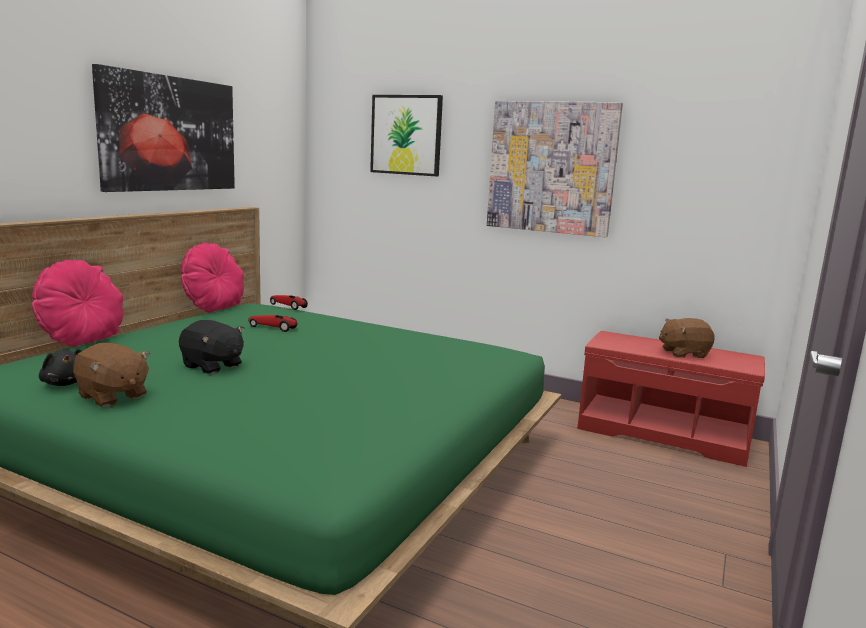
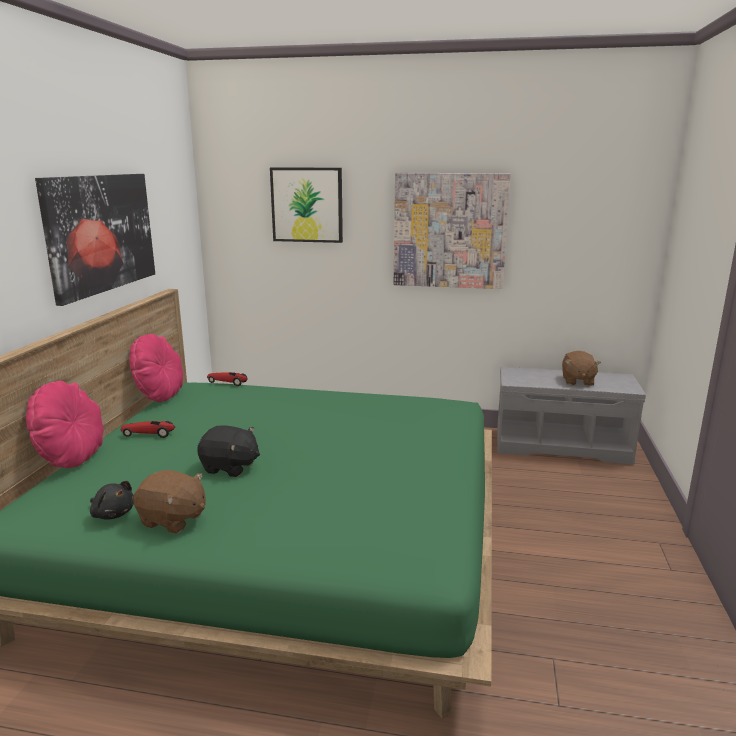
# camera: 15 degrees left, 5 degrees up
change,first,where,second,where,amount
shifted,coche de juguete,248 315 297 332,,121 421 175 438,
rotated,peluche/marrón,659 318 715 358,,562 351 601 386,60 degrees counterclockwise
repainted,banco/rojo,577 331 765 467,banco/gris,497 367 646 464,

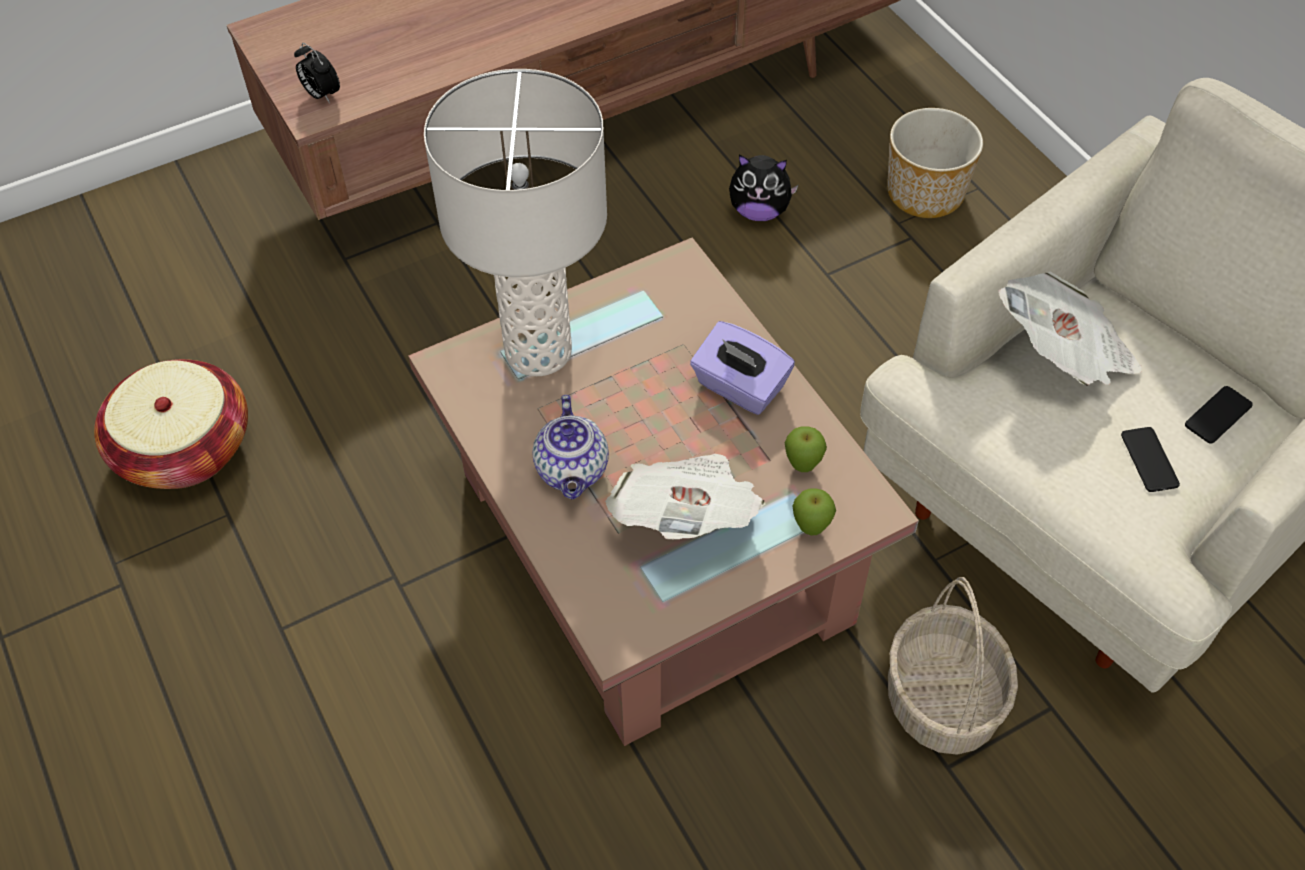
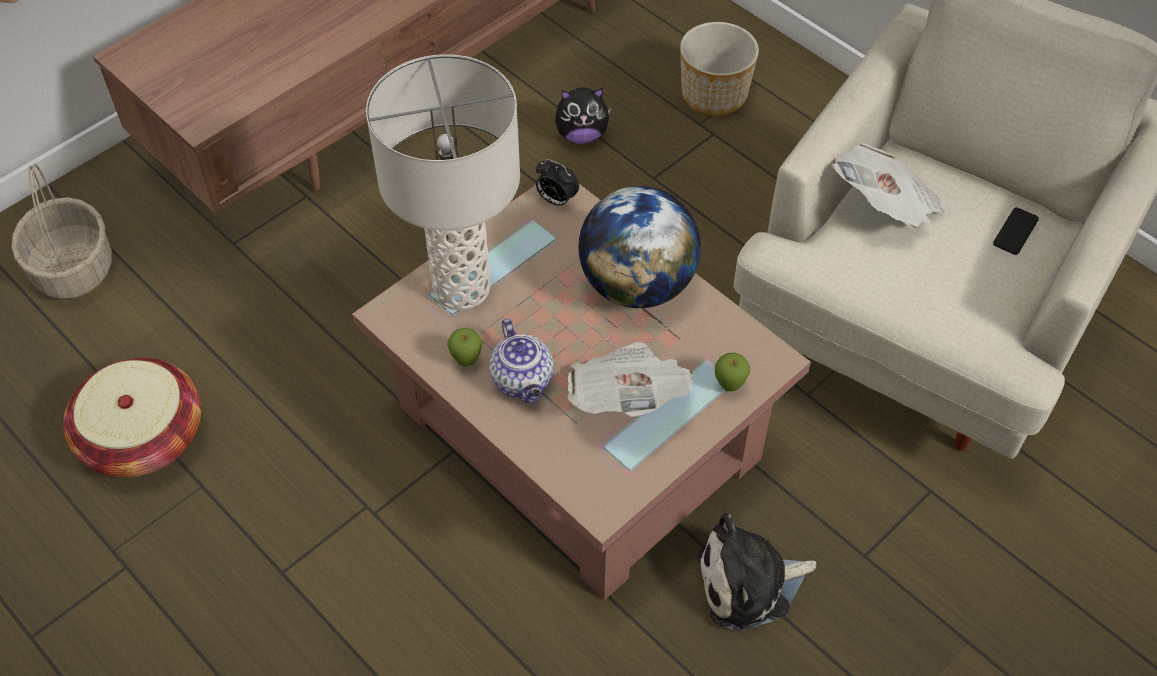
# camera: 15 degrees left, 0 degrees up
change,first,where,second,where,amount
shifted,despertador,294 43 340 103,,536 159 579 207,
swapped,caja de pañuelos/morado,690 321 795 415,globo terráqueo,578 186 701 308,
shifted,manzana,785 426 827 472,,447 328 482 367,
gone,móvil,1121 427 1180 492,,,
shifted,cesta,888 577 1018 755,,12 164 112 299,
new,,,peluche,697 513 817 631,

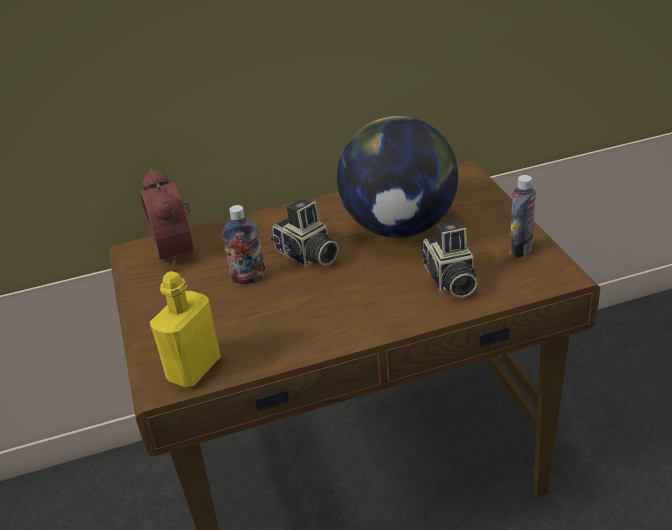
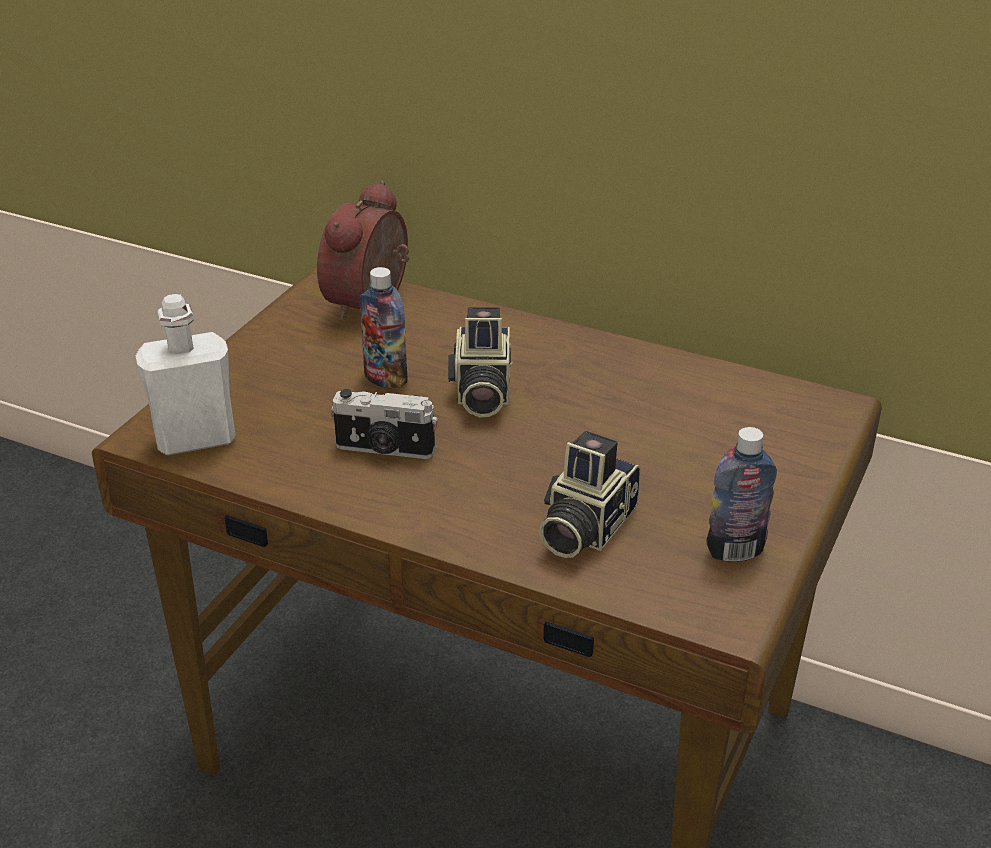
# camera: 40 degrees right, 0 degrees up
change,first,where,second,where,amount
gone,globo terráqueo,337 116 458 238,,,
repainted,botella/amarillo,150 271 221 387,botella/blanco,136 294 235 455,
new,,,cámara,331 389 438 459,

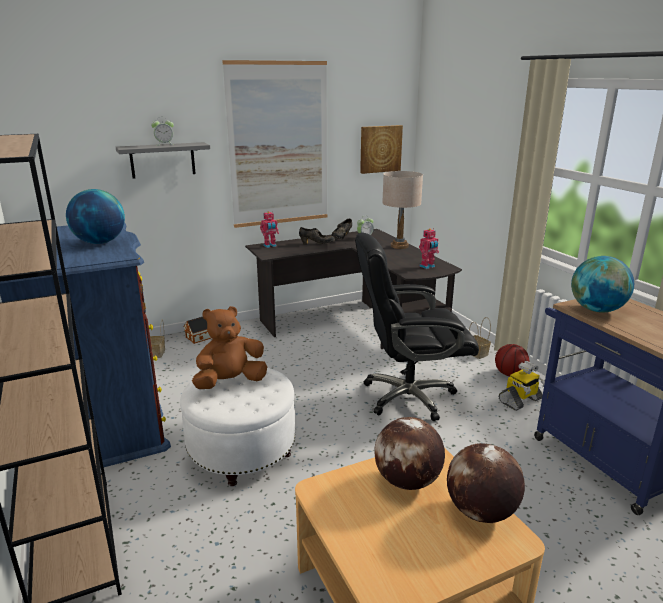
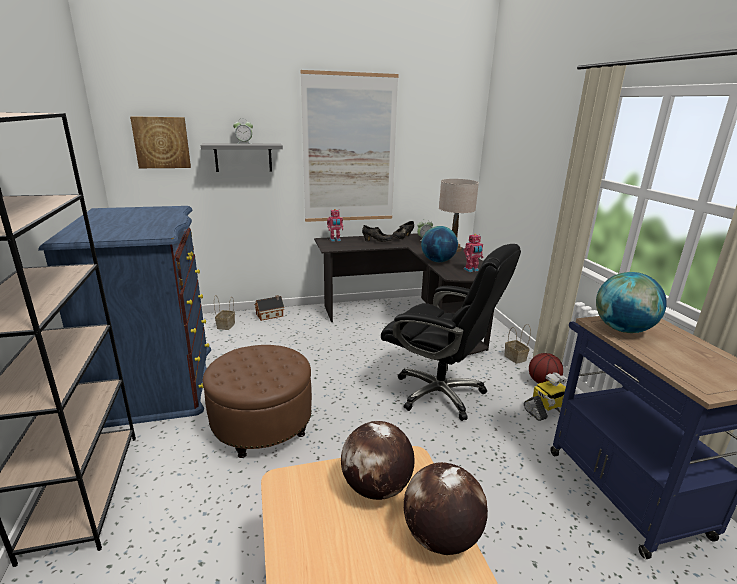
# camera: 10 degrees right, 0 degrees up
change,first,where,second,where,amount
shifted,cuadro,360 125 403 174,,130 116 191 168,
shifted,globo terráqueo,66 189 125 244,,421 226 458 262,
rotated,silla de oficina/negro,355 232 479 421,,381 244 521 421,150 degrees counterclockwise
gone,peluche/marrón,192 306 267 389,,,
repainted,puf/blanco,180 367 295 486,puf/marrón,203 345 312 458,

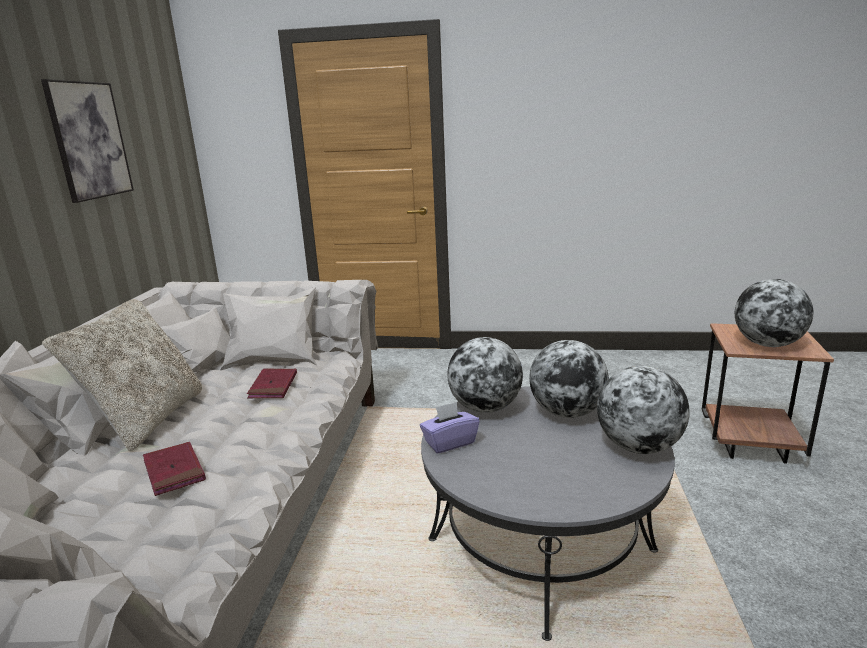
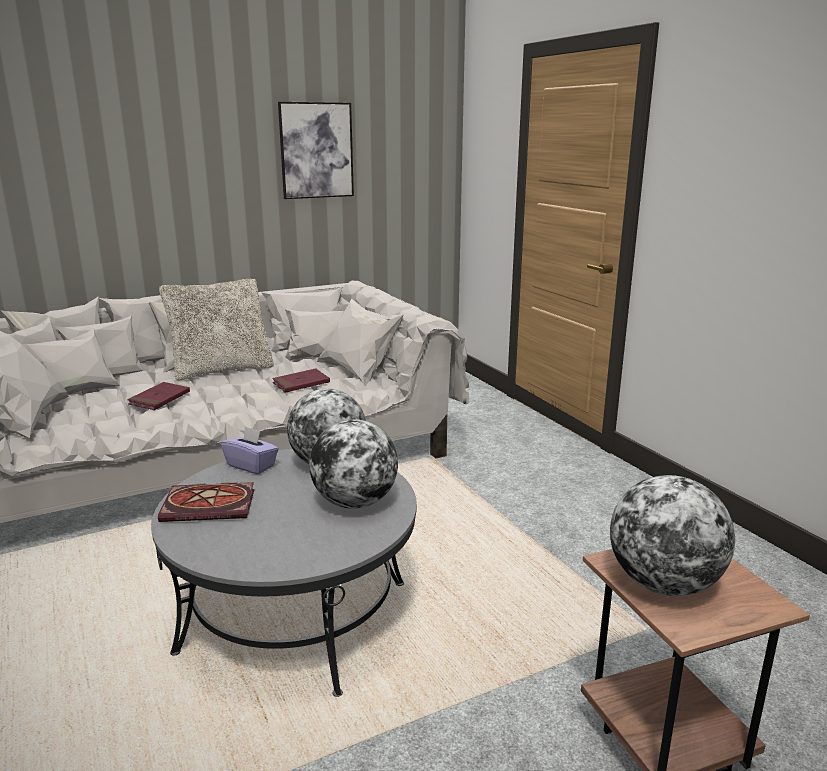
# camera: 55 degrees right, 0 degrees up
change,first,where,second,where,amount
gone,globo terráqueo,597 366 689 454,,,
new,,,libro,158 482 254 522,

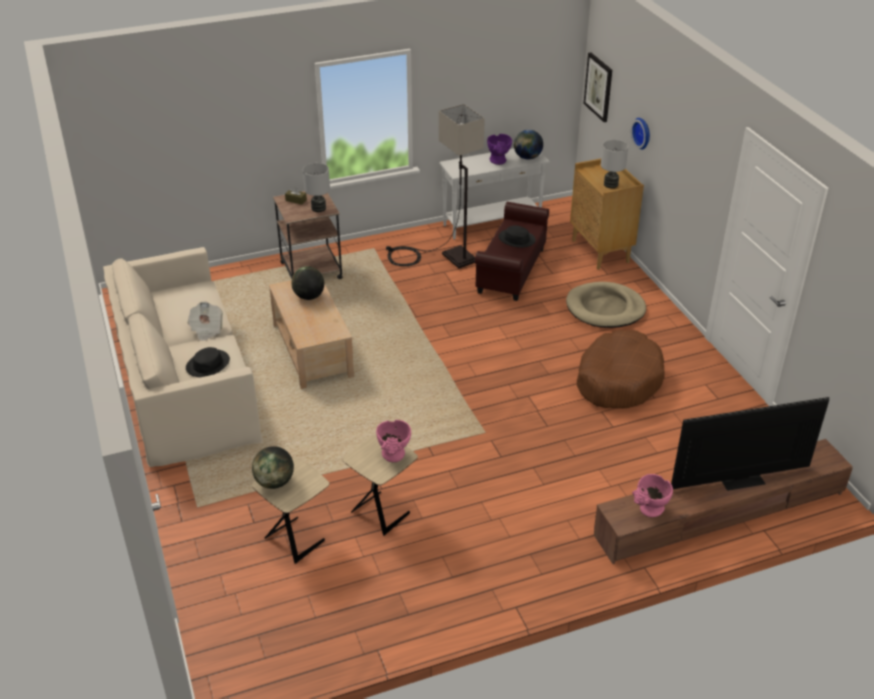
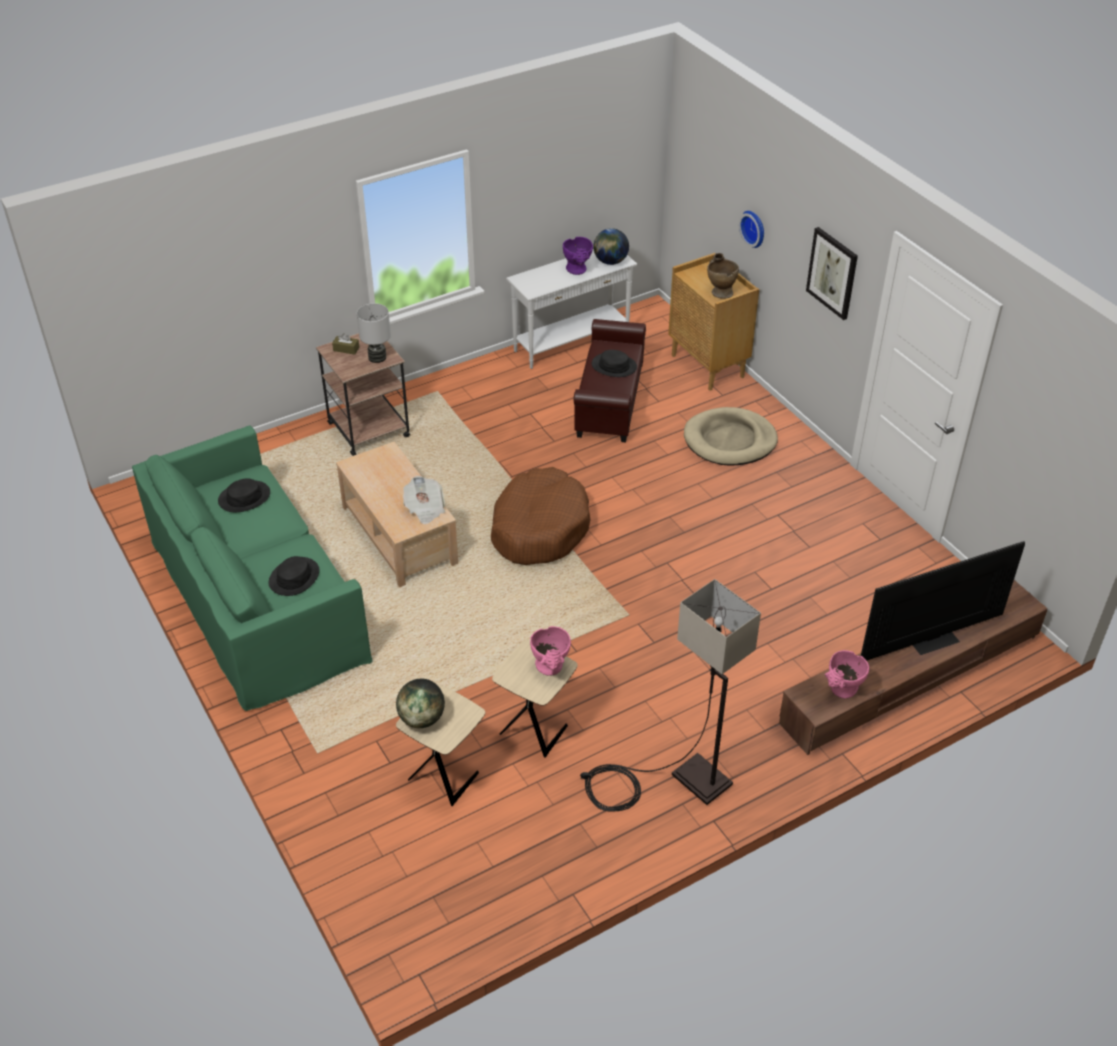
# camera: 10 degrees left, 5 degrees up
change,first,where,second,where,amount
shifted,cuadro,584 53 612 122,,806 227 858 320,
shifted,lámpara de pie,386 104 485 268,,580 579 761 812,
swapped,lámpara de mesa/gris,601 140 628 188,florero/beis,707 253 739 299,
repainted,sofá/beis,103 247 263 467,sofá/verde,132 426 372 711,
gone,globo terráqueo,291 266 324 300,,,
shifted,periódico,187 301 223 341,,403 476 445 524,
shifted,cama para perro/marrón,577 330 665 408,,491 467 591 565,
new,,,sombrero/negro,218 478 270 512,

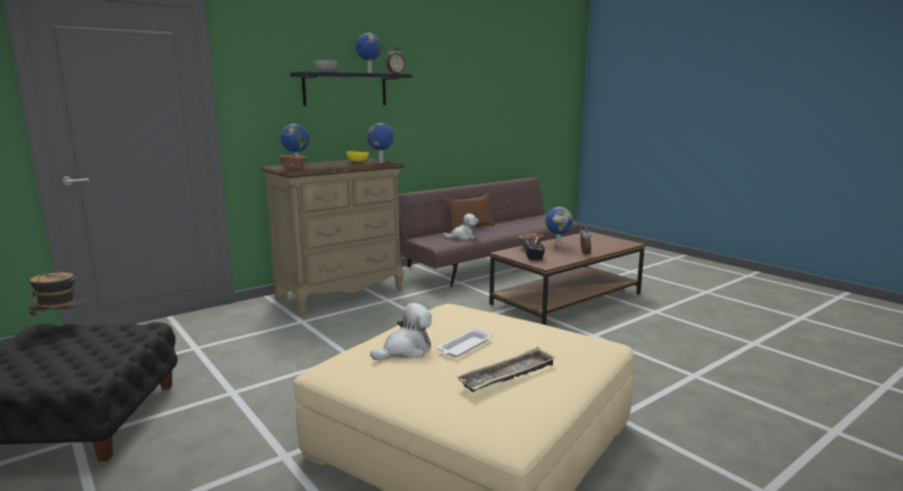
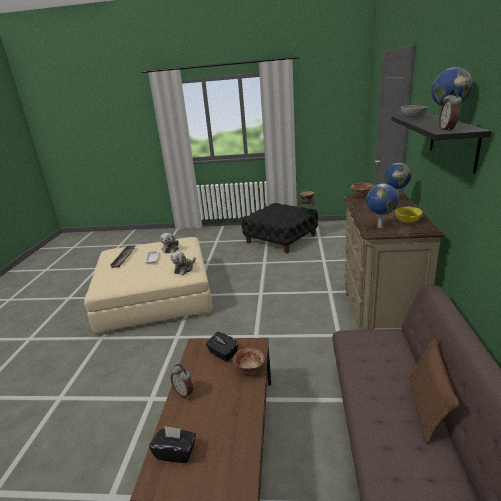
# camera: 135 degrees right, 10 degrees up
change,first,where,second,where,amount
gone,globo terráqueo,545 207 573 247,,,
shifted,peluche,443 213 479 240,,171 251 196 275,
new,,,caja de pañuelos/negro,149 426 196 463,

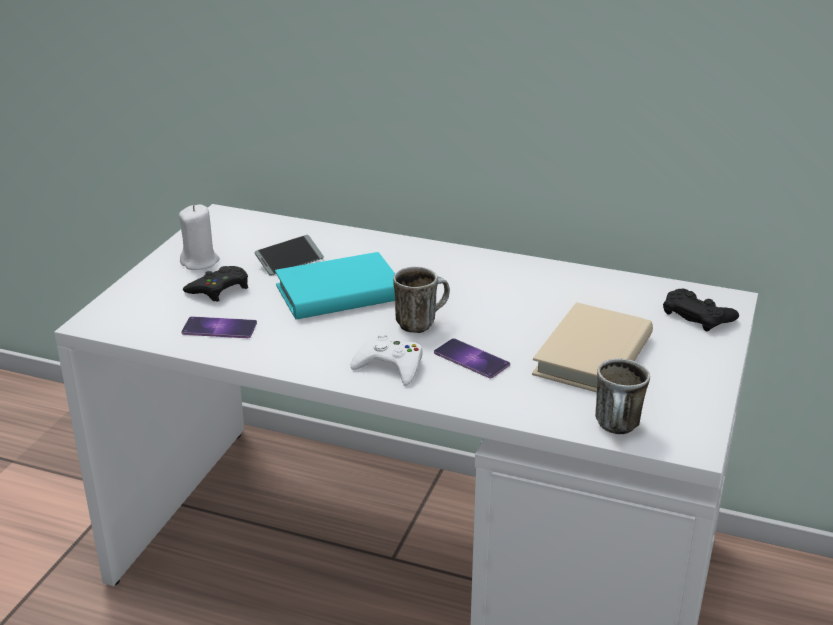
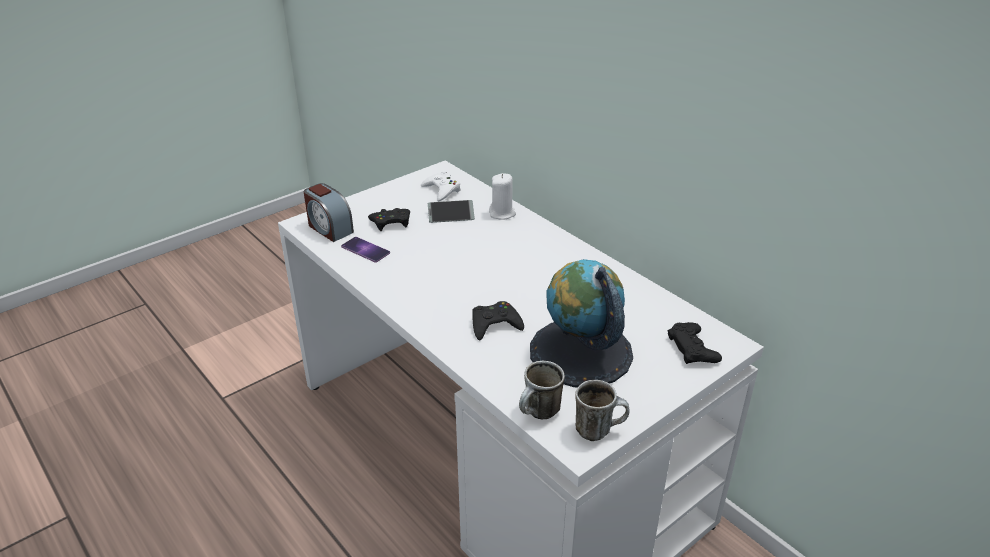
# camera: 30 degrees right, 5 degrees up
change,first,where,second,where,amount
shifted,vela/blanco,179 204 220 270,,489 173 516 220,
gone,libro/turquesa,275 252 395 319,,,
shifted,taza grande,393 267 450 333,,575 380 630 441,
swapped,libro/beis,532 302 653 392,globo terráqueo,530 259 633 387,
shifted,mando de consola/blanco,351 333 423 386,,421 171 461 201,
swapped,móvil,434 338 510 378,mando de consola/negro,472 301 524 340,
new,,,despertador,304 183 354 242,

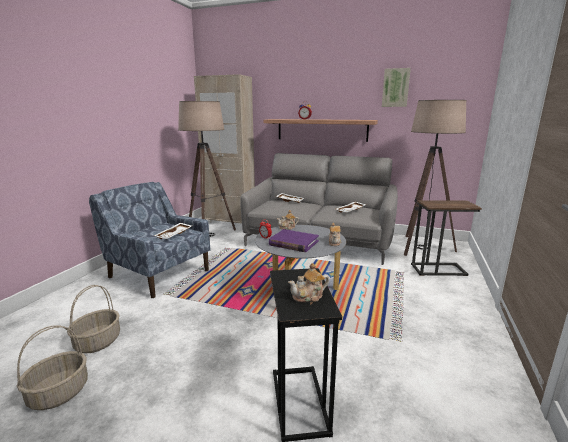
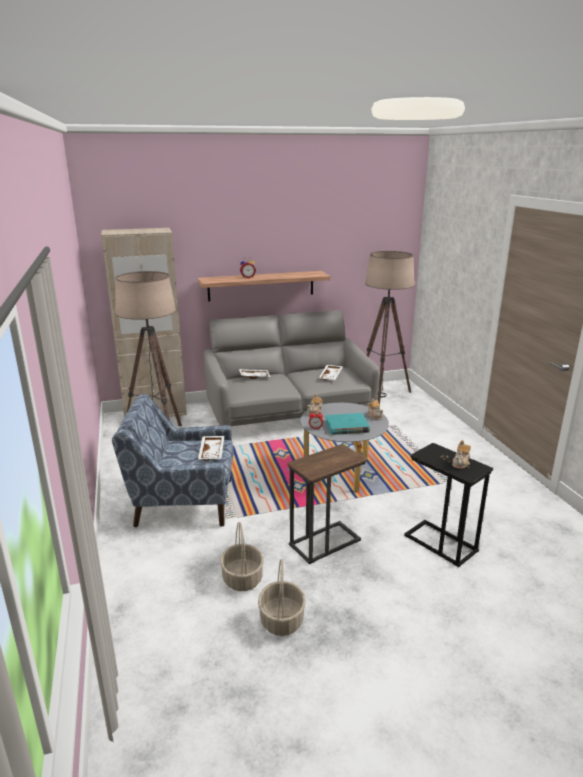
# camera: 35 degrees left, 5 degrees up
change,first,where,second,where,amount
gone,cuadro,382 68 411 107,,,
shifted,mesa auxiliar/marrón,411 200 482 276,,288 444 367 564,
repainted,libro/morado,269 229 319 252,libro/turquesa,325 413 370 435,

